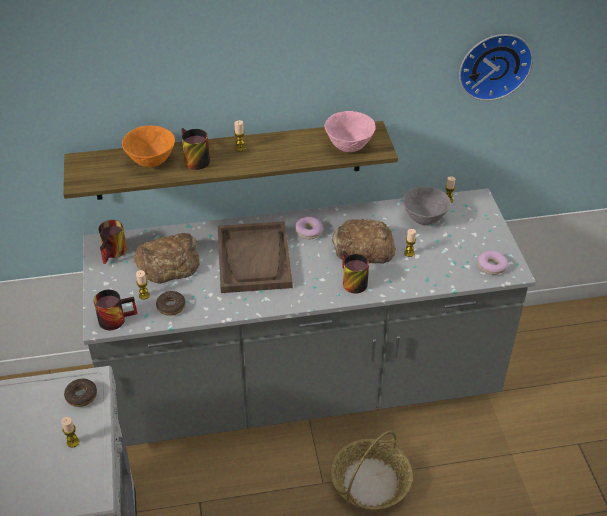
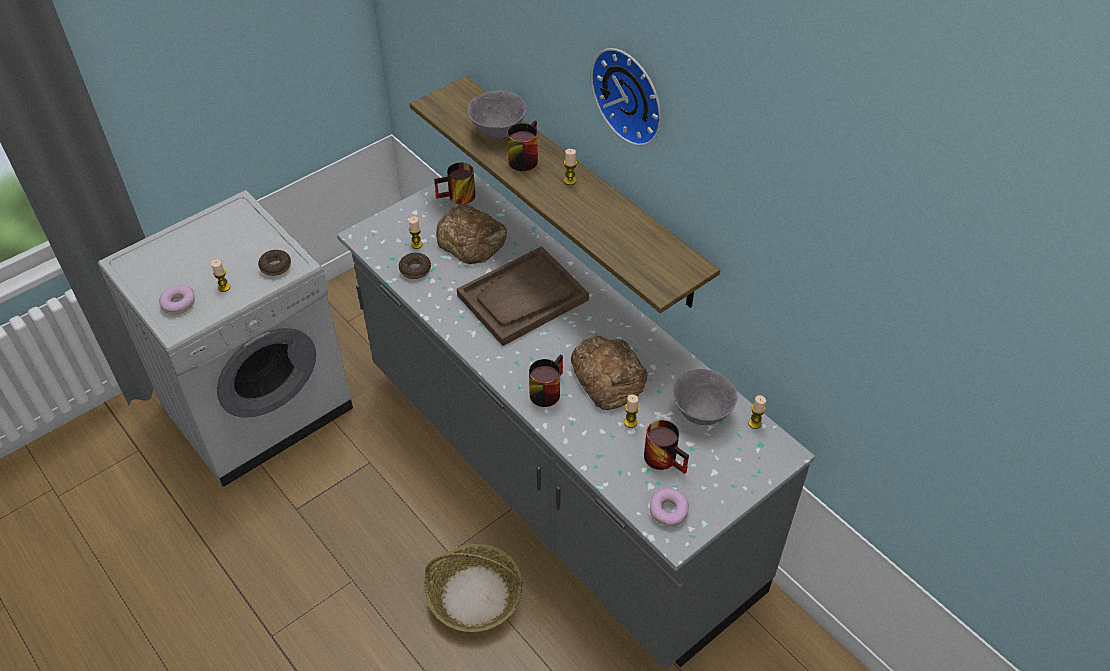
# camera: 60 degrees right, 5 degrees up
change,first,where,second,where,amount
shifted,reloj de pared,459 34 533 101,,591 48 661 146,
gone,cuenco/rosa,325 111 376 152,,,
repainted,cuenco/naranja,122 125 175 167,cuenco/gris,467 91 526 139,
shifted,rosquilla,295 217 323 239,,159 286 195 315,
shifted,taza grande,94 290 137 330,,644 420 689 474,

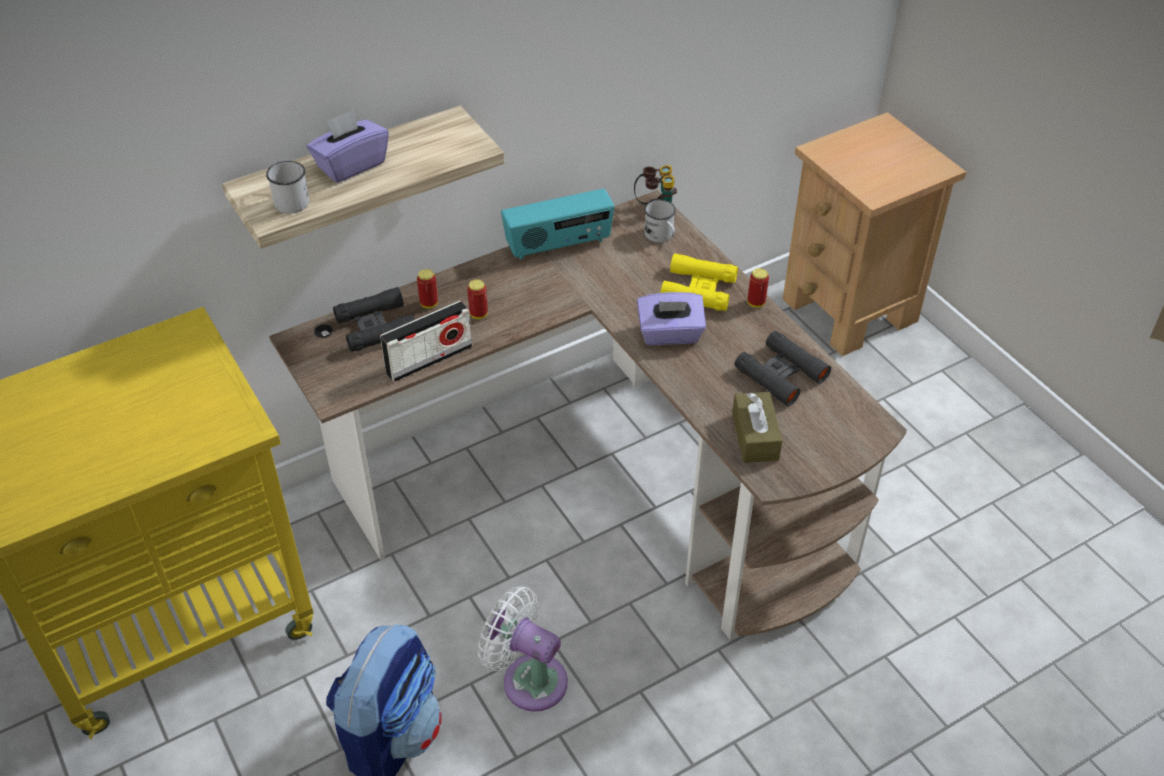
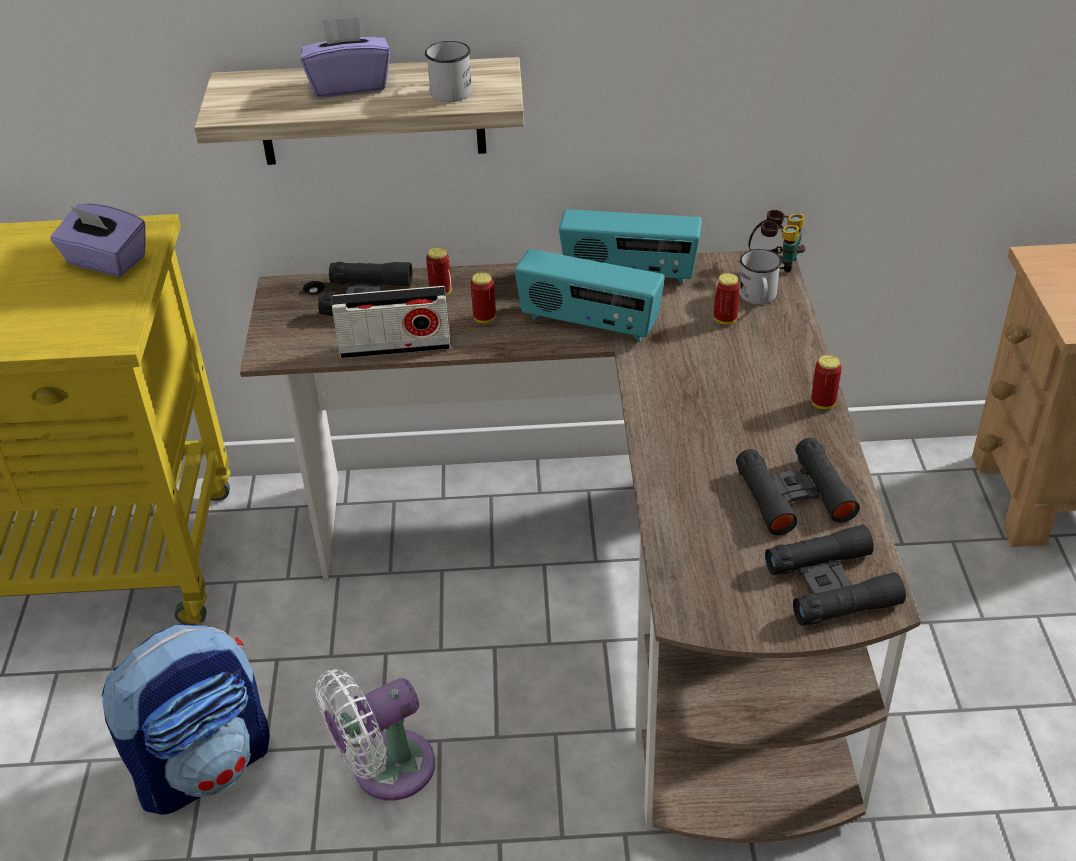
# camera: 30 degrees right, 5 degrees down
change,first,where,second,where,amount
shifted,taza grande/blanco,266 161 309 213,,425 41 472 102,
gone,prismáticos/amarillo,660 253 738 311,,,
shifted,caja de pañuelos/morado,637 292 706 345,,50 203 146 276,
gone,caja de pañuelos/marrón,732 392 782 463,,,
rotated,ventilador/blanco,478 586 568 711,,315 669 435 801,90 degrees counterclockwise
new,,,radio,515 249 665 341,
new,,,lata,714 273 740 325,
new,,,prismáticos/negro,765 524 906 626,

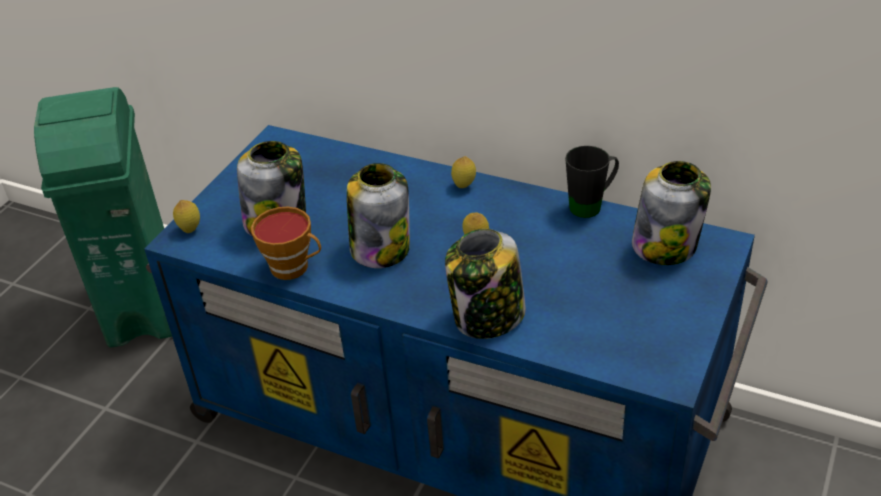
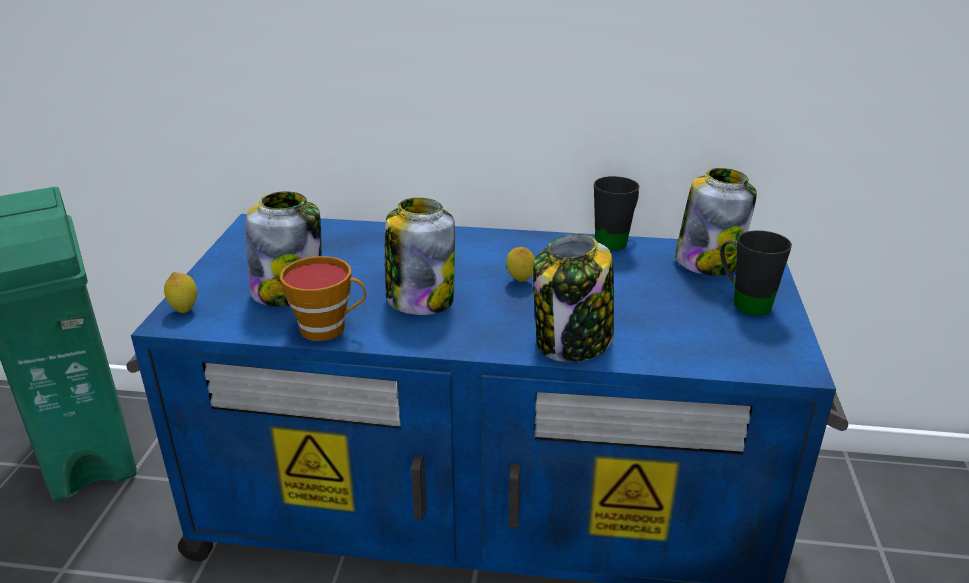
# camera: 20 degrees left, 10 degrees down
change,first,where,second,where,amount
gone,limón,451 156 476 188,,,
new,,,taza grande/negro,720 230 792 315,

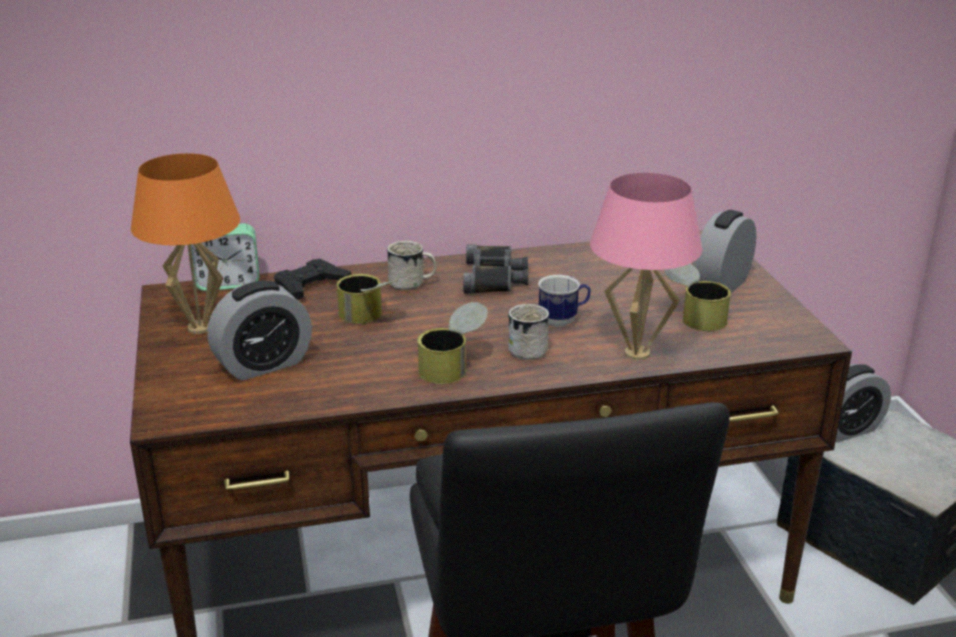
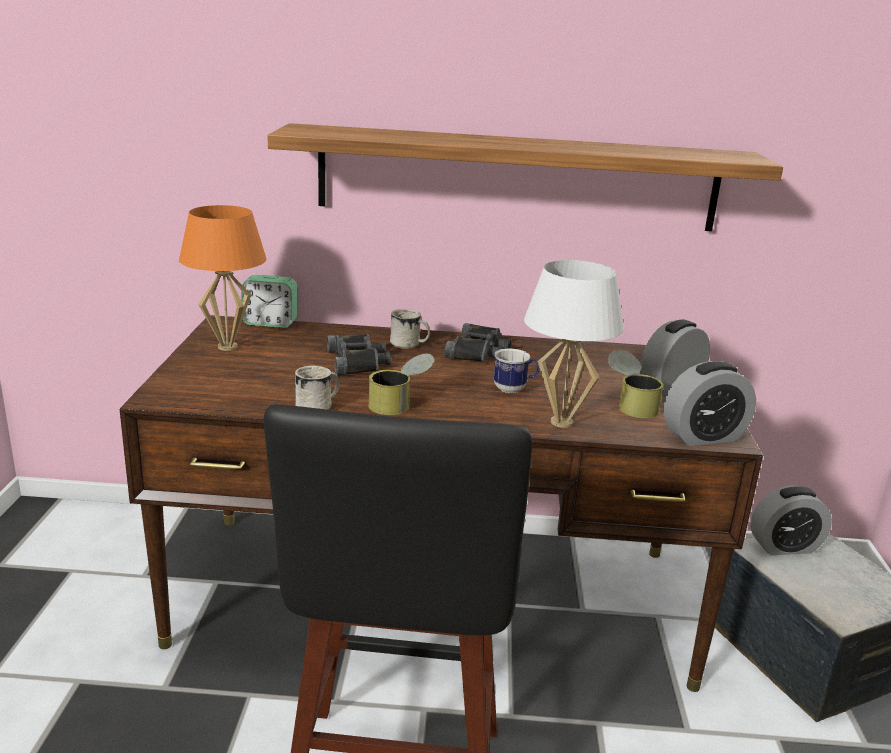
# camera: 15 degrees right, 5 degrees down
change,first,where,second,where,amount
repainted,lámpara de mesa/rosa,590 173 703 360,lámpara de mesa/blanco,524 260 624 428,
gone,mando de consola/negro,274 259 351 299,,,
swapped,lata,336 274 398 324,prismáticos/negro,327 334 391 375,
shifted,despertador,207 280 312 381,,664 361 756 446,
shifted,taza grande/blanco,508 304 549 360,,295 366 339 410,
new,,,estante,267 123 783 231,

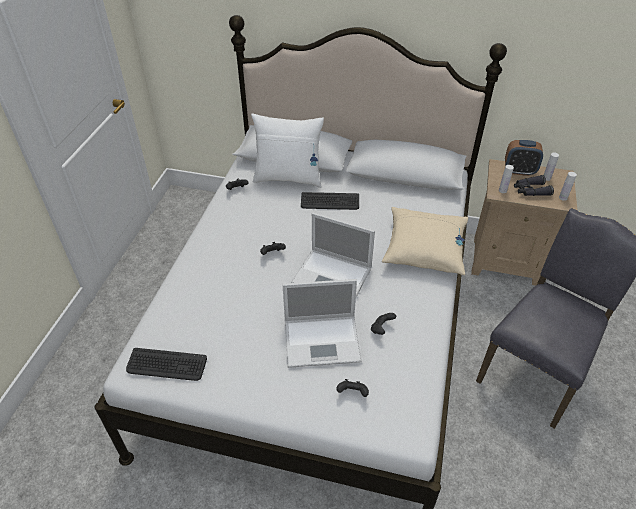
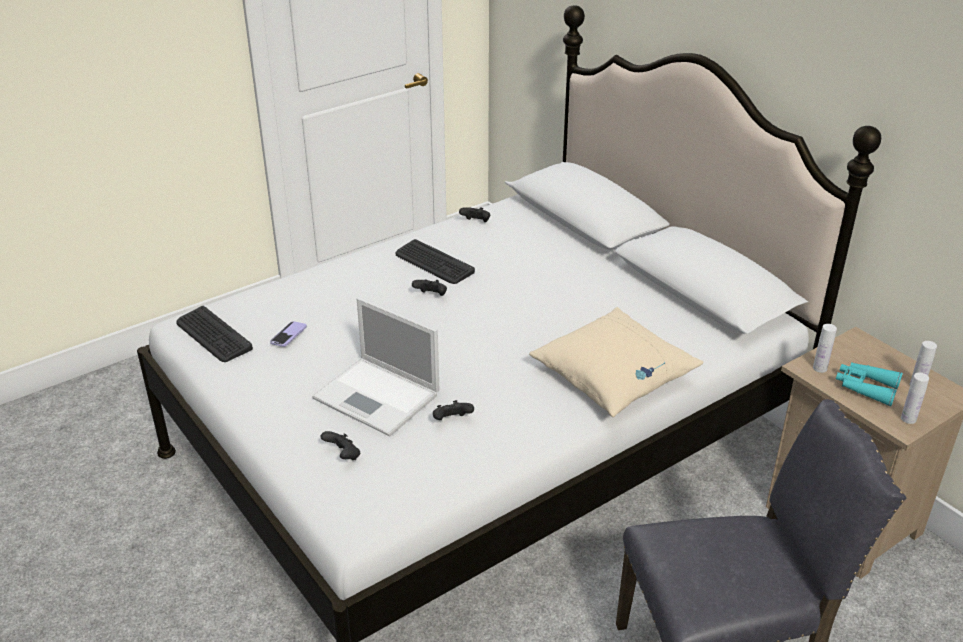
# camera: 40 degrees right, 10 degrees down
change,first,where,second,where,amount
gone,cojín/blanco,251 113 324 188,,,
gone,despertador,505 140 543 176,,,
repainted,prismáticos/negro,514 175 554 196,prismáticos/turquesa,836 362 903 406,
shifted,teclado,301 192 359 210,,395 239 475 284,
gone,portátil,291 213 375 297,,,
new,,,móvil,270 321 307 347,

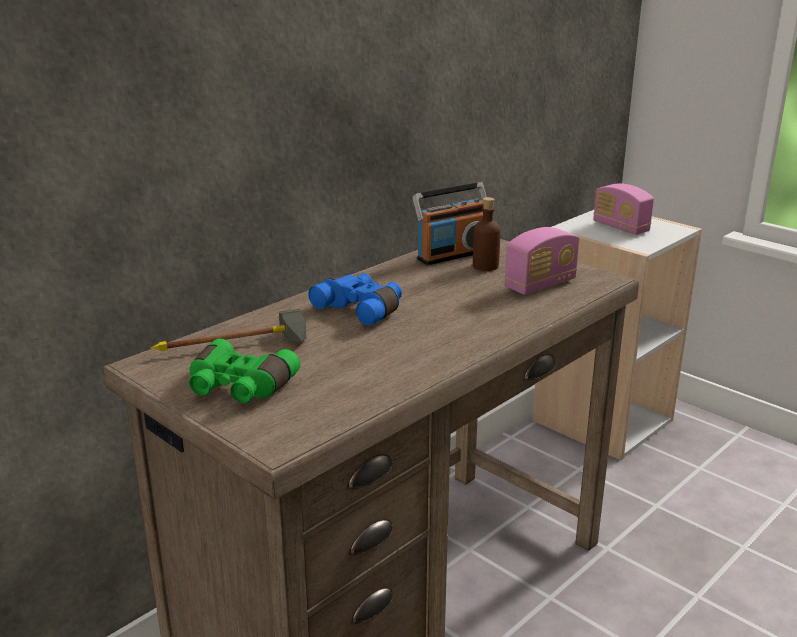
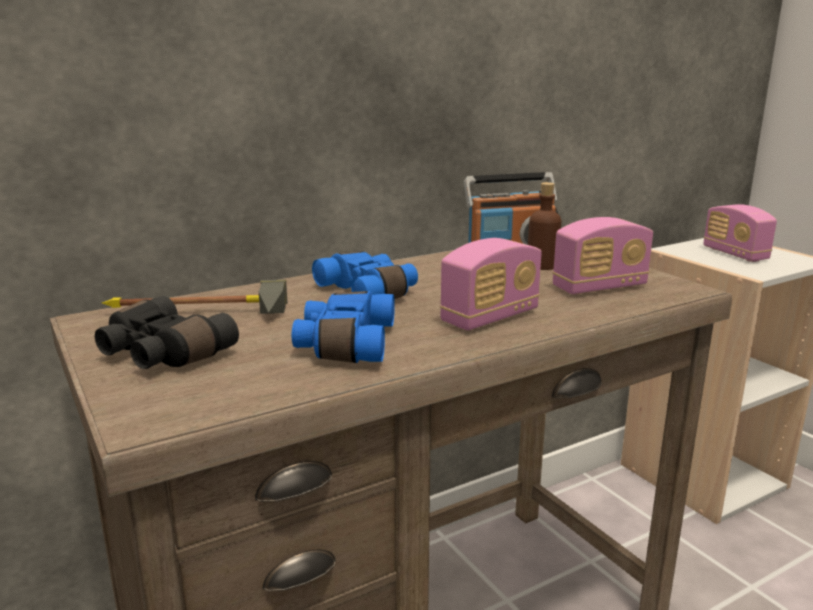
# camera: 15 degrees right, 5 degrees down
change,first,where,second,where,amount
repainted,prismáticos/verde,189 339 300 403,prismáticos/negro,95 296 239 369,
new,,,radio,440 238 542 331,
new,,,prismáticos/azul,292 291 395 363,

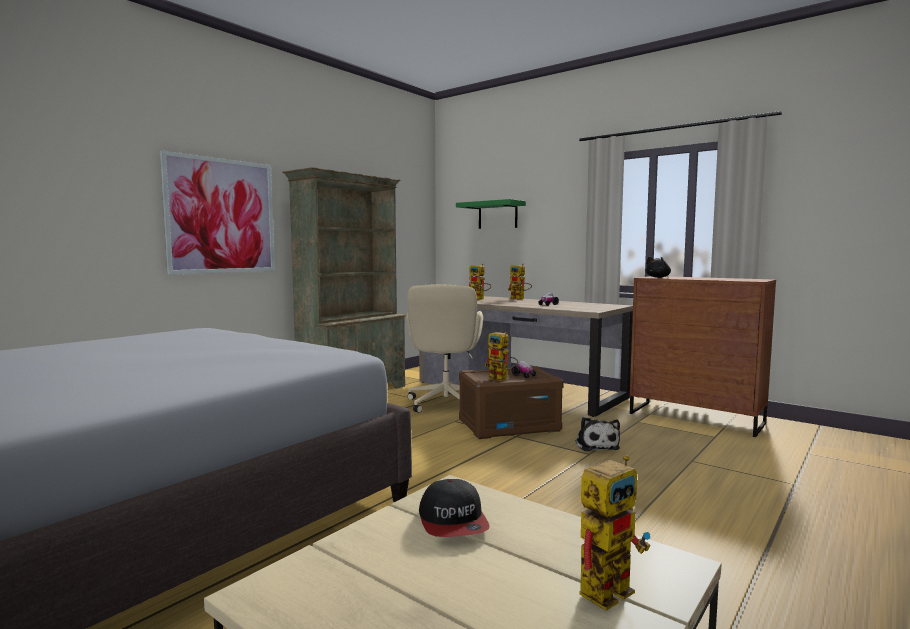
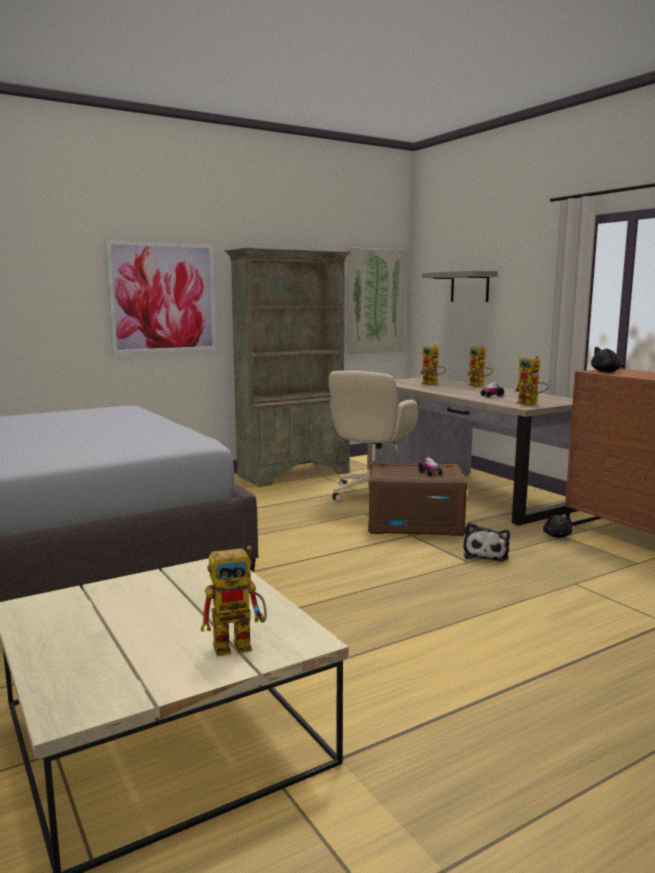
# camera: 20 degrees right, 5 degrees up
change,first,where,second,where,amount
repainted,estante/verde,456 199 526 229,estante/gris,422 270 498 302,
shifted,robot de juguete,485 332 518 381,,515 356 549 406,
gone,gorra,419 479 489 537,,,
new,,,cuadro,347 247 406 354,
new,,,peluche/negro,543 515 572 538,

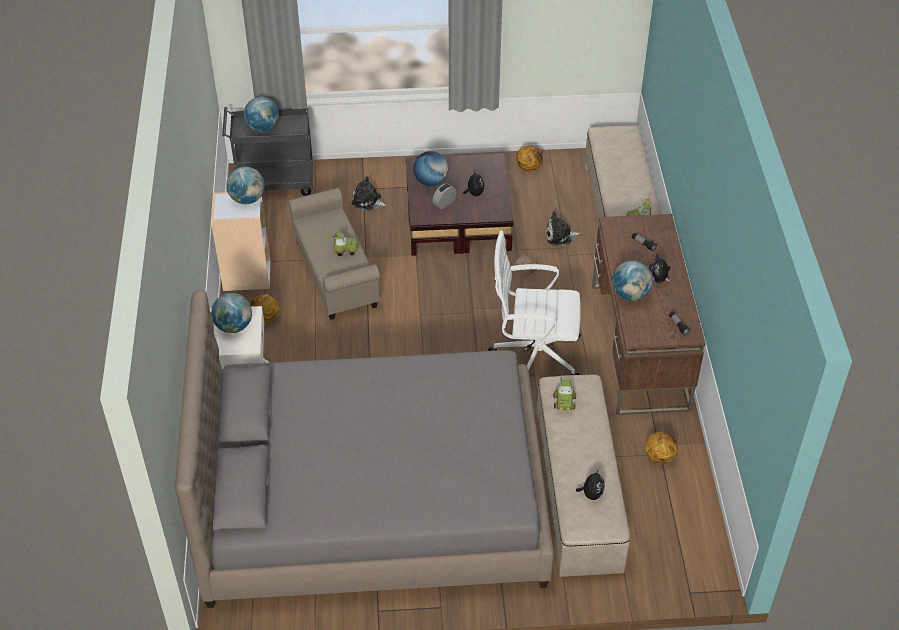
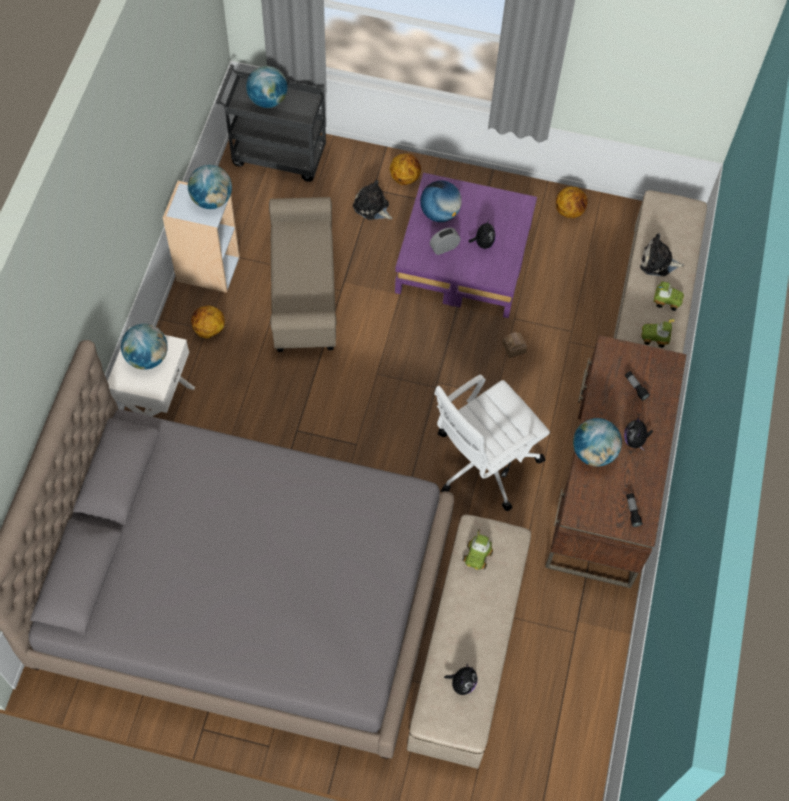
# camera: 15 degrees right, 15 degrees up
change,first,where,second,where,amount
repainted,mesa de centro/marrón,406 154 514 256,mesa de centro/morado,395 173 537 318,
shifted,peluche,546 211 581 246,,640 233 684 276,
rotated,silla de oficina/blanco,488 231 581 375,,434 375 550 512,60 degrees counterclockwise
shifted,coche de juguete,333 233 358 256,,653 281 684 311,
shifted,balón de baloncesto,645 431 678 464,,390 154 421 185,

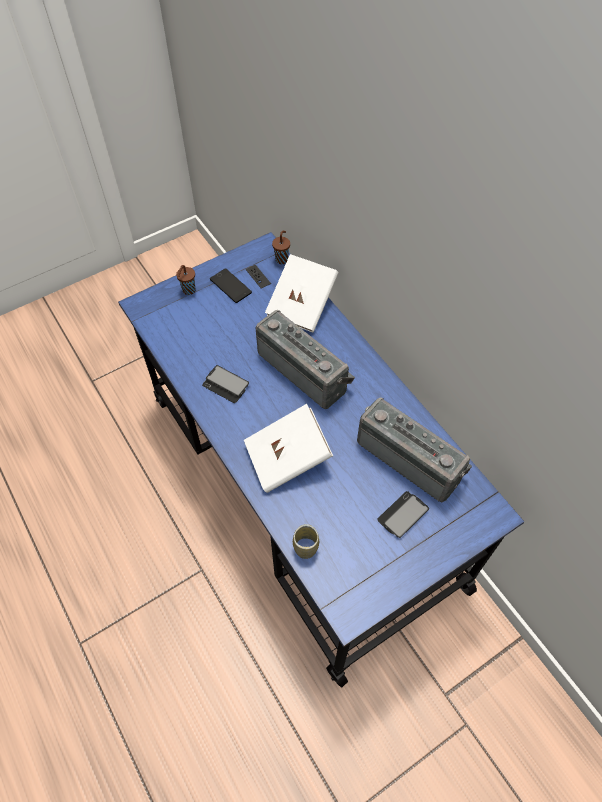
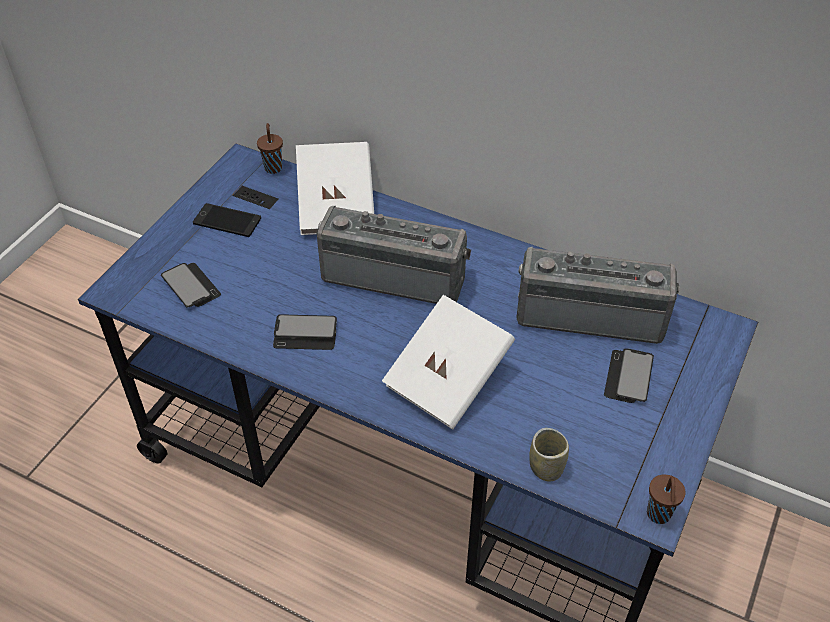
# camera: 30 degrees left, 10 degrees down
change,first,where,second,where,amount
shifted,taza/marrón,176 265 195 295,,647 475 686 524,
new,,,móvil,161 263 221 307,

